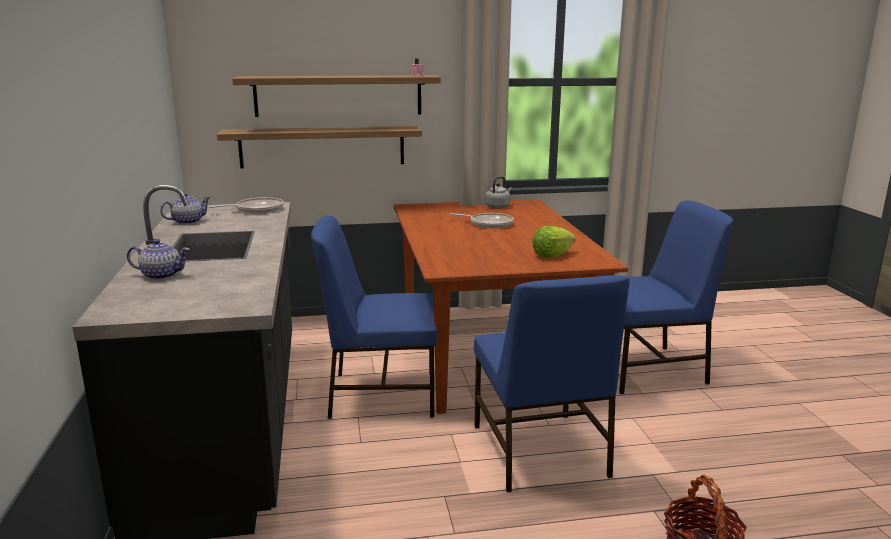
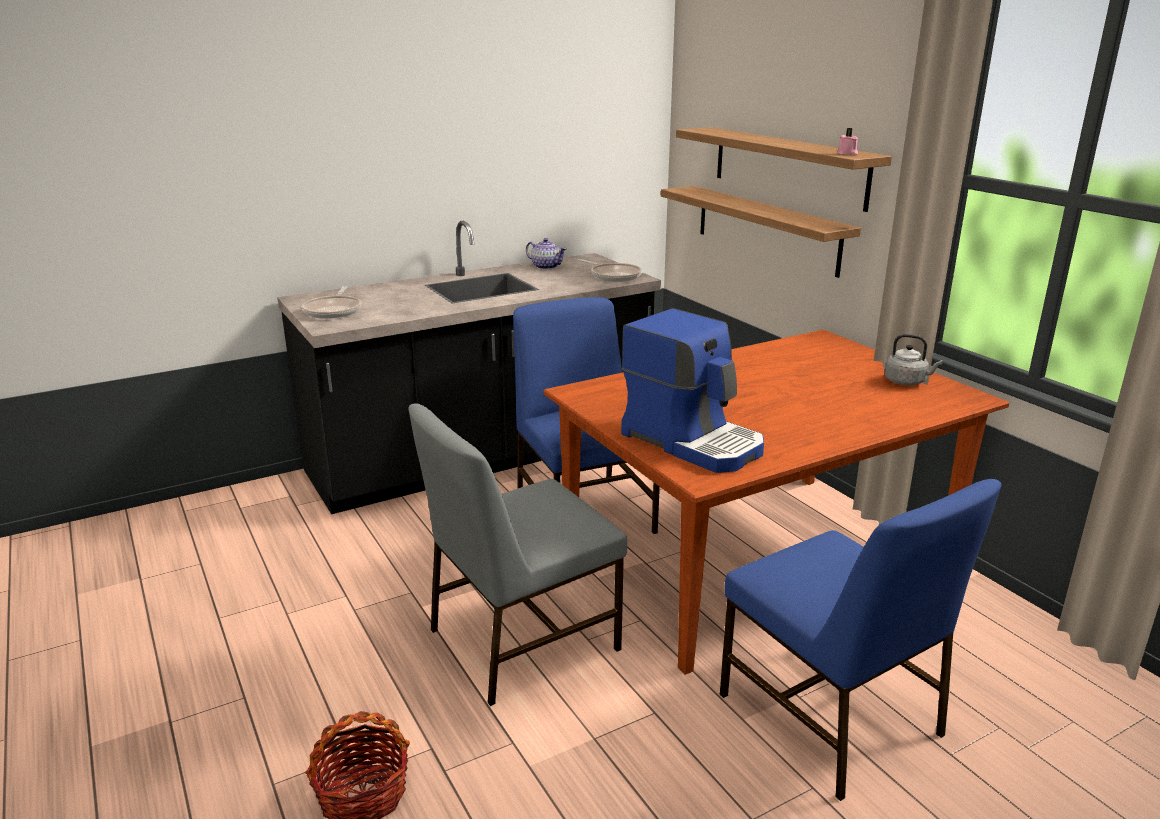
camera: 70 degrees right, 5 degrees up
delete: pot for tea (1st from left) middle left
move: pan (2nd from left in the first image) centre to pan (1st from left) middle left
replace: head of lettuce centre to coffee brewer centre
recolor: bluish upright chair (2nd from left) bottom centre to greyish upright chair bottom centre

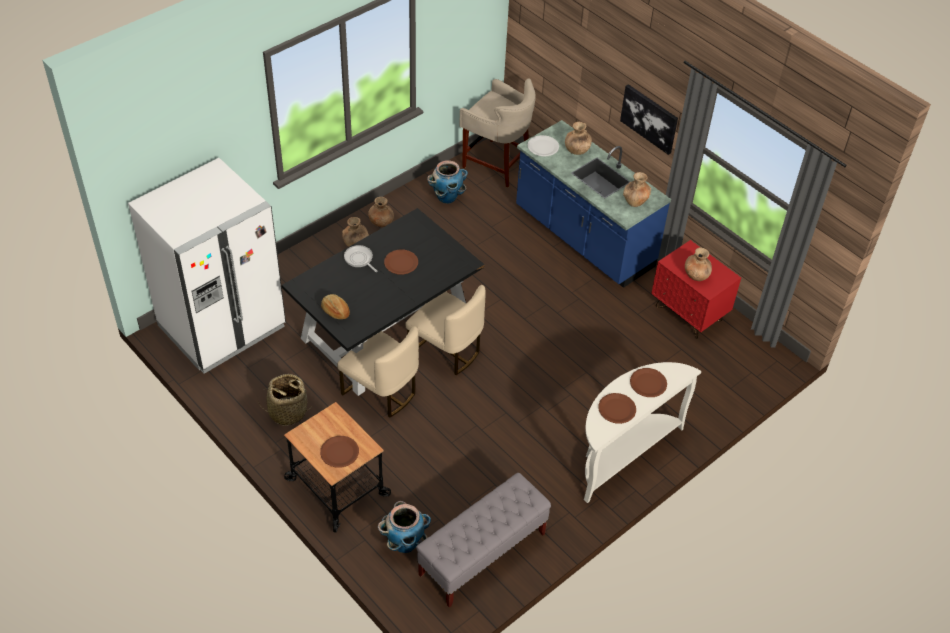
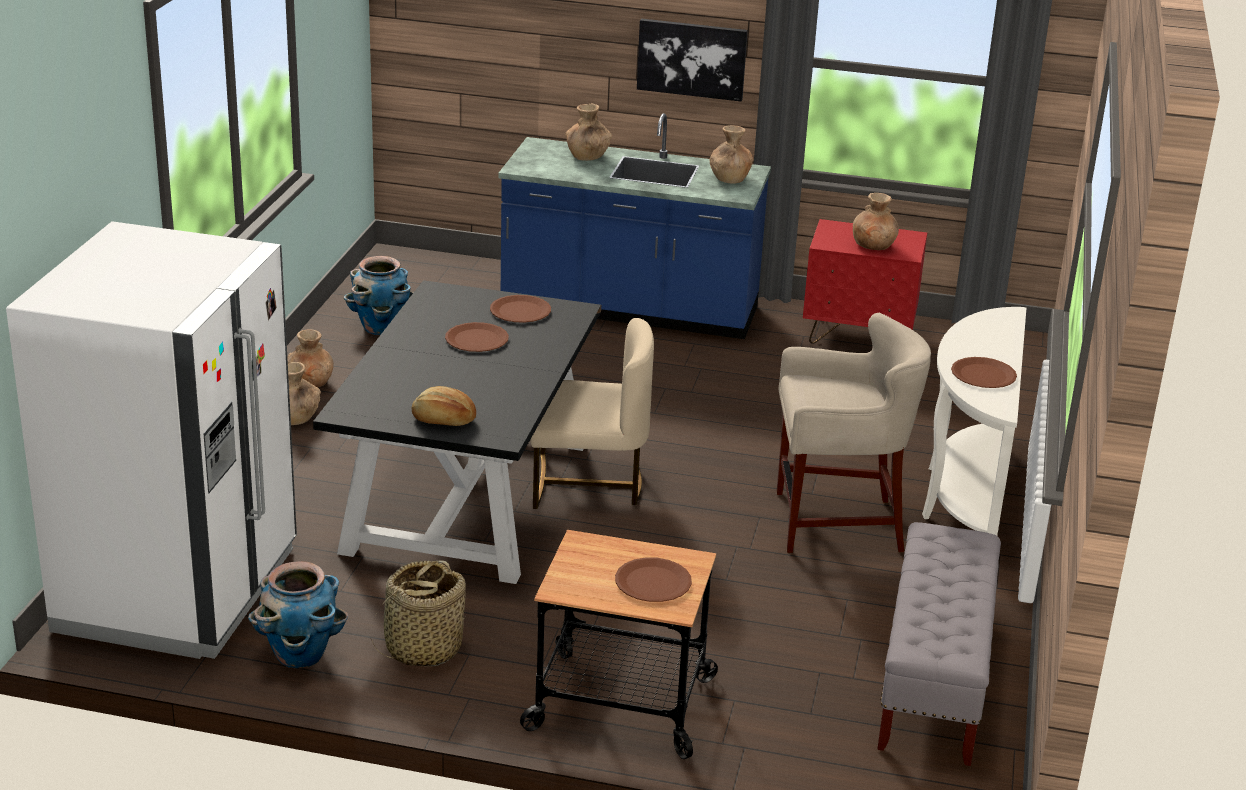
camera: 35 degrees left, 20 degrees down
delete: beige upright chair (1st from left) centre; pan centre; white-coloured dinner plate top centre
move: plant pot (1st from left) bottom centre to bottom left; beige stool seat top centre to middle right; brown dinner plate (4th from left in the first image) middle right to brown dinner plate (2nd from left) centre

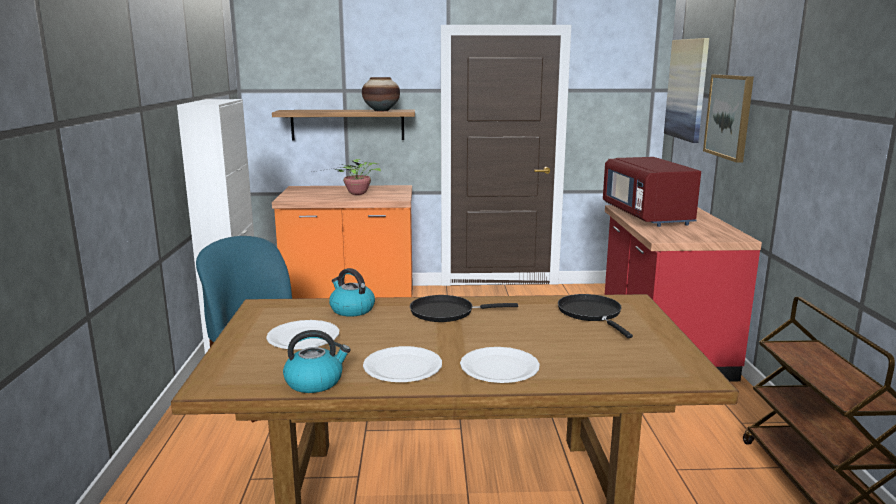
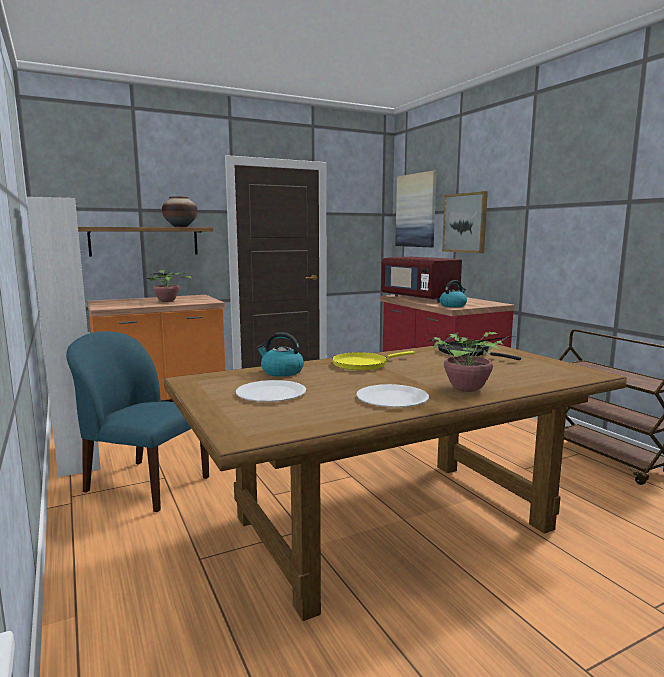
camera: 25 degrees left, 5 degrees down
move: water kettle (1st from left in the first image) bottom centre to water kettle (2nd from left) middle right
replace: white-coloured dinner plate (3rd from left) bottom centre to plant in a pot (2nd from left) middle right
recolor: black-coloured pan (1st from left) centre to yellow pan centre

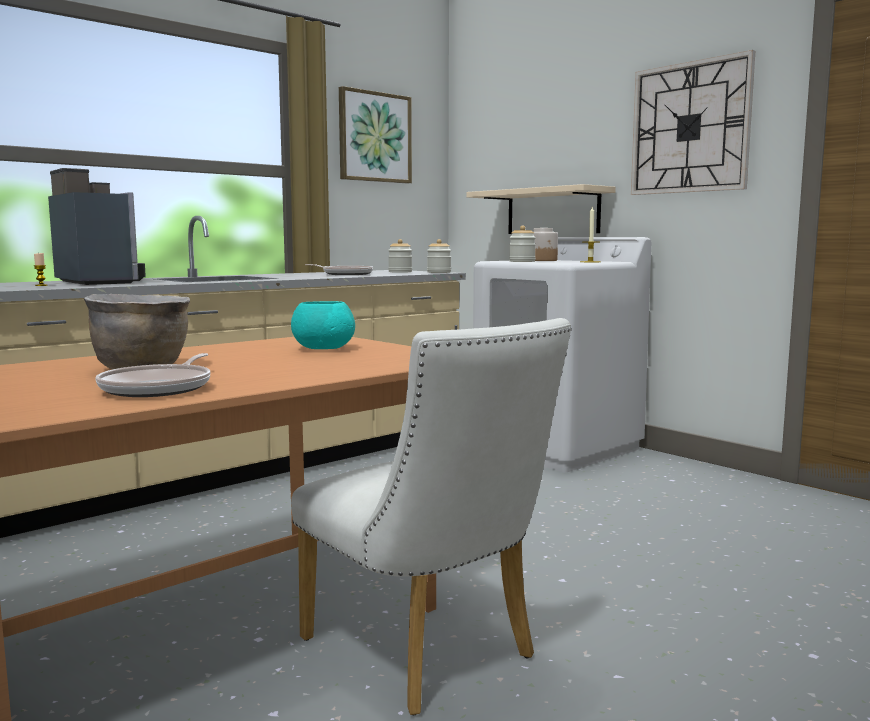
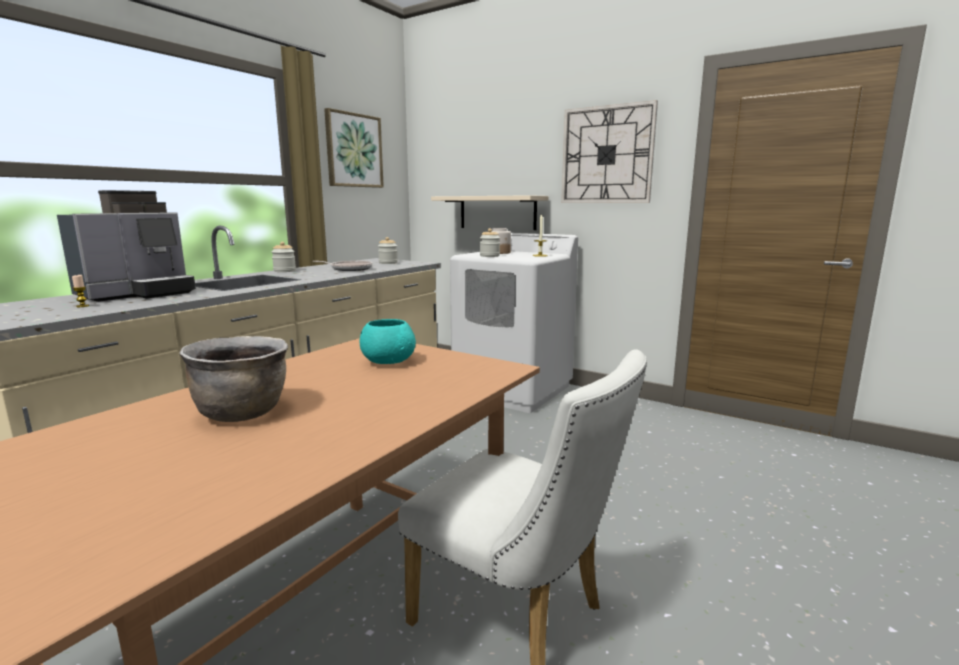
camera: 15 degrees left, 5 degrees up
delete: pan (1st from left) middle left
move: preserve jar (2nd from left in the first image) centre to preserve jar (1st from left) middle left
rotate: coffee brewer top left = middle left 90 degrees clockwise

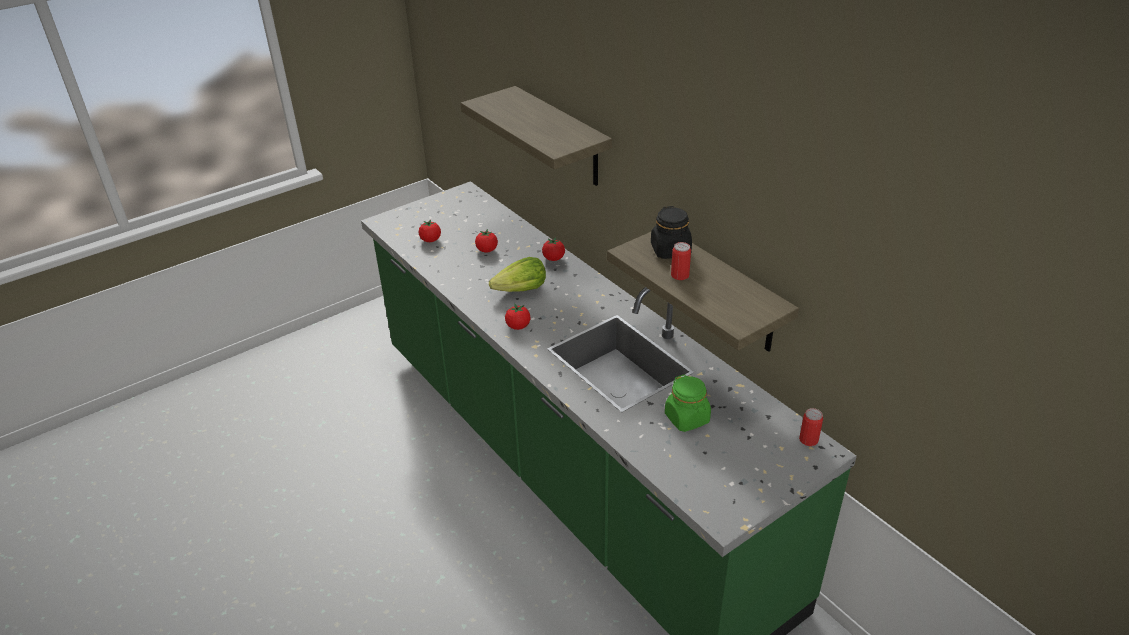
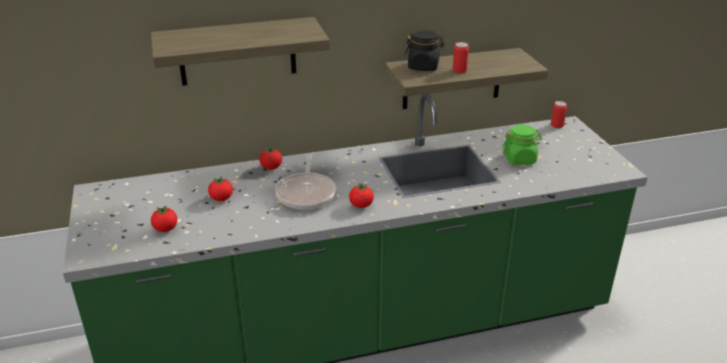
camera: 70 degrees left, 5 degrees down
replace: head of lettuce centre to pan centre

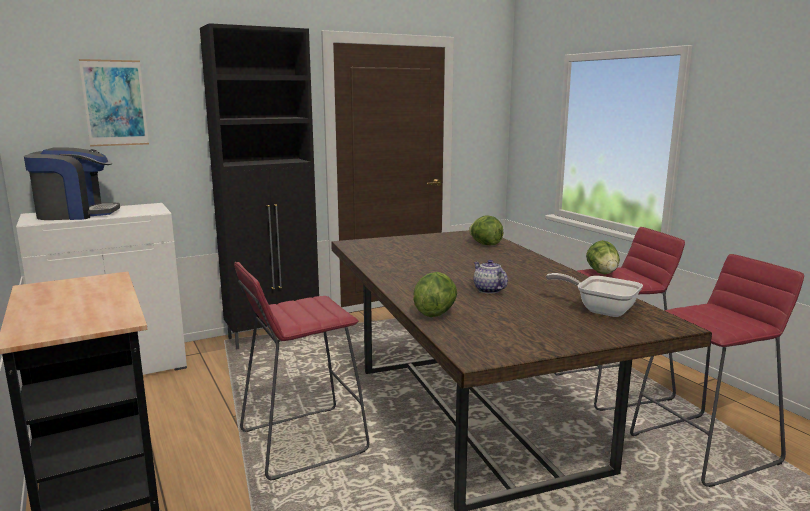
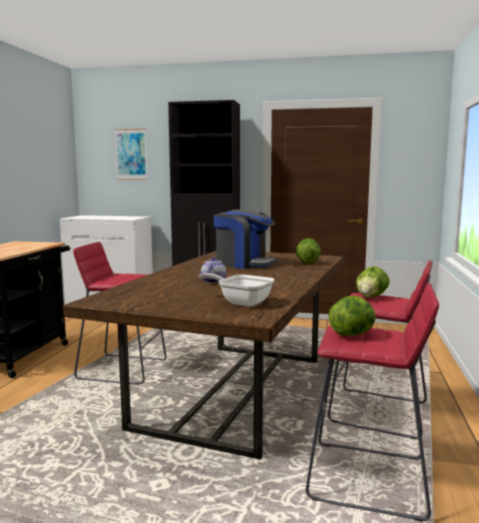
camera: 40 degrees right, 5 degrees down
move: coffee brewer middle left to centre; head of lettuce (1st from left in the first image) centre to head of lettuce (2nd from left) middle right
rotate: pan middle right = centre 45 degrees counterclockwise

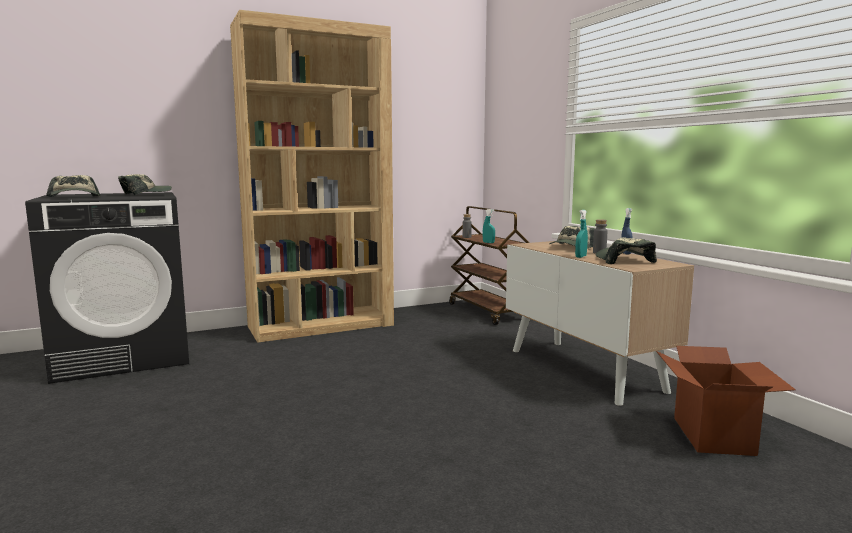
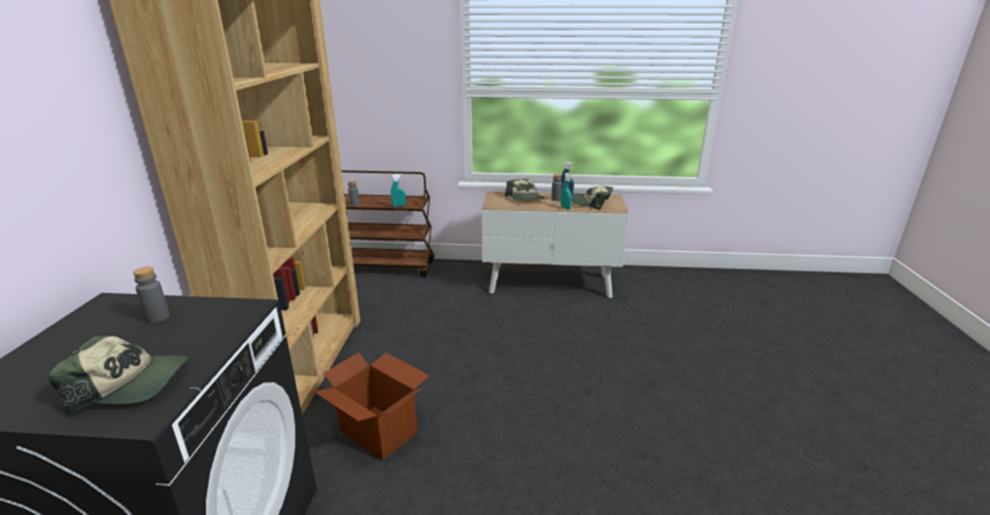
camera: 60 degrees left, 15 degrees up
move: carton bottom right to bottom centre
replace: peaked cap (2nd from left) middle left to greyish beverage bottle (1st from left) middle left

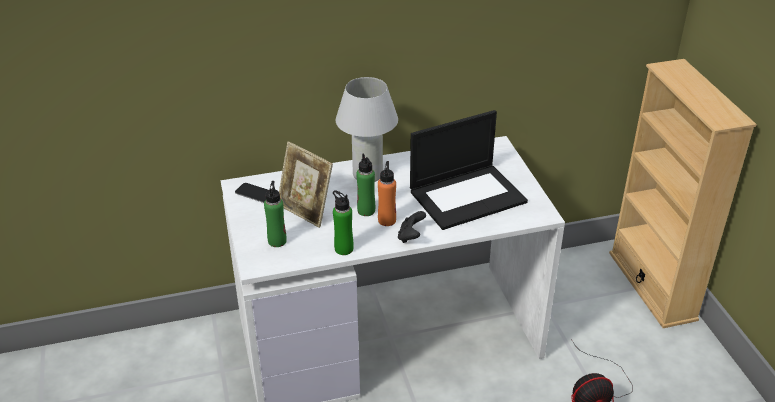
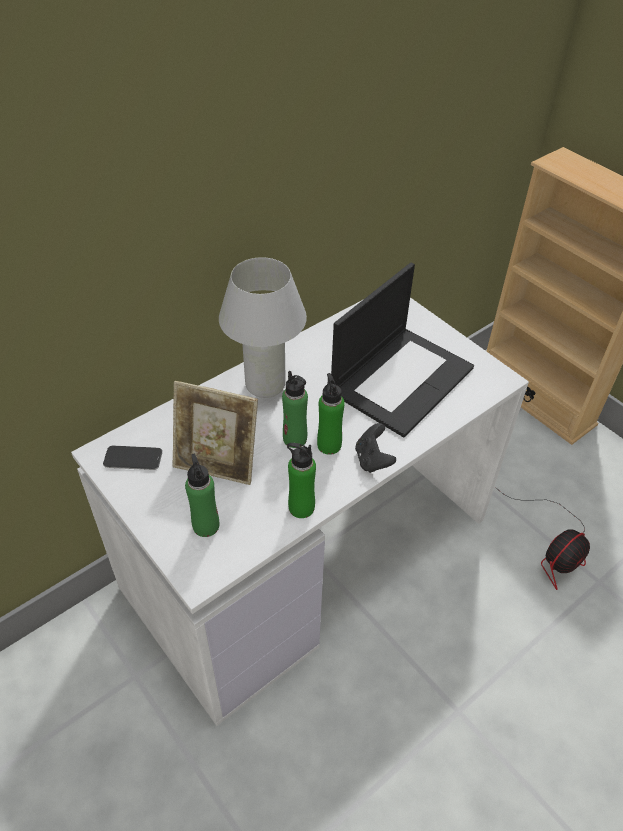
camera: 25 degrees left, 10 degrees up
recolor: orange-coloured beverage bottle centre to greenish beverage bottle (4th from left) centre

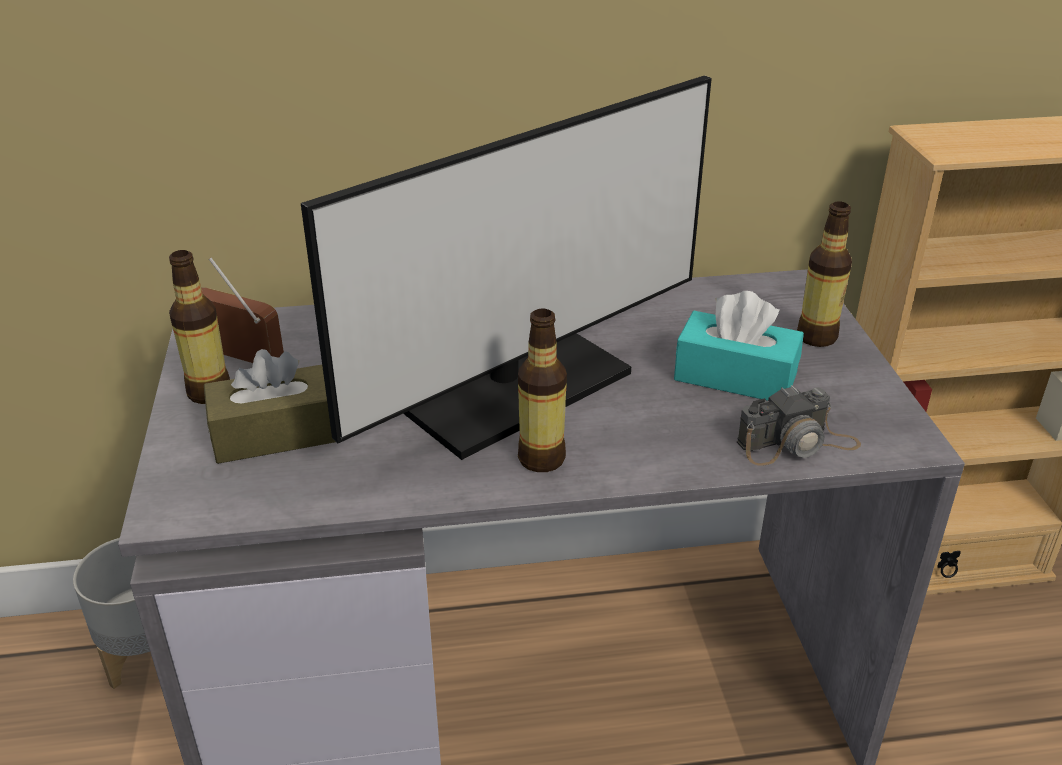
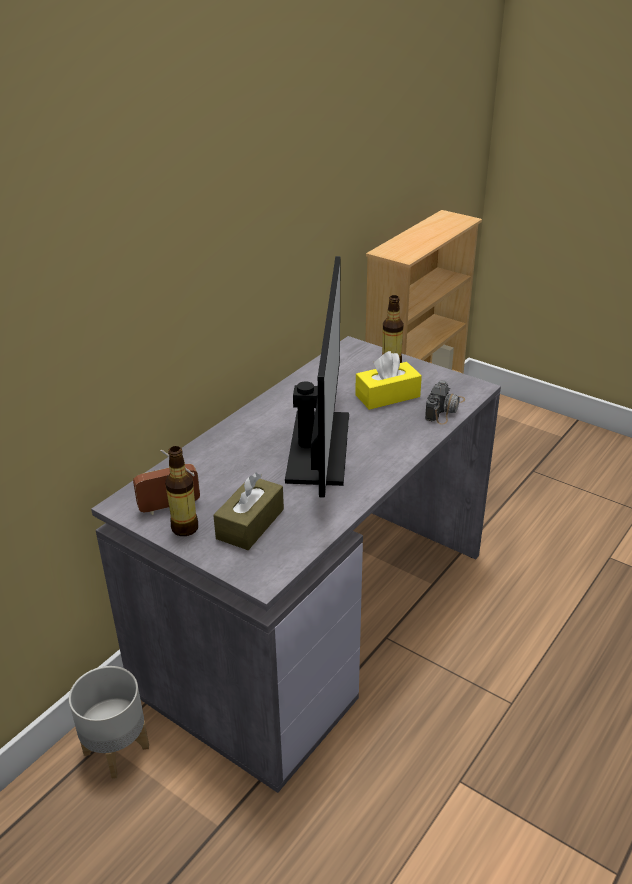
camera: 45 degrees left, 0 degrees up
delete: beverage bottle (2nd from left) centre
recolor: turquoise-coloured box of tissues middle right to yellow box of tissues centre

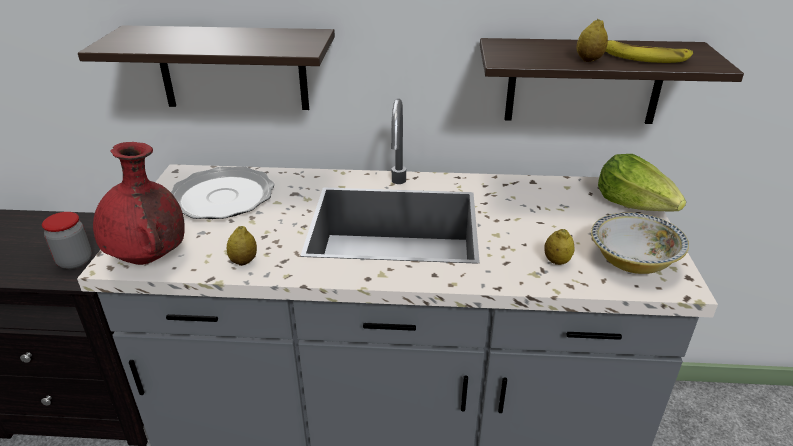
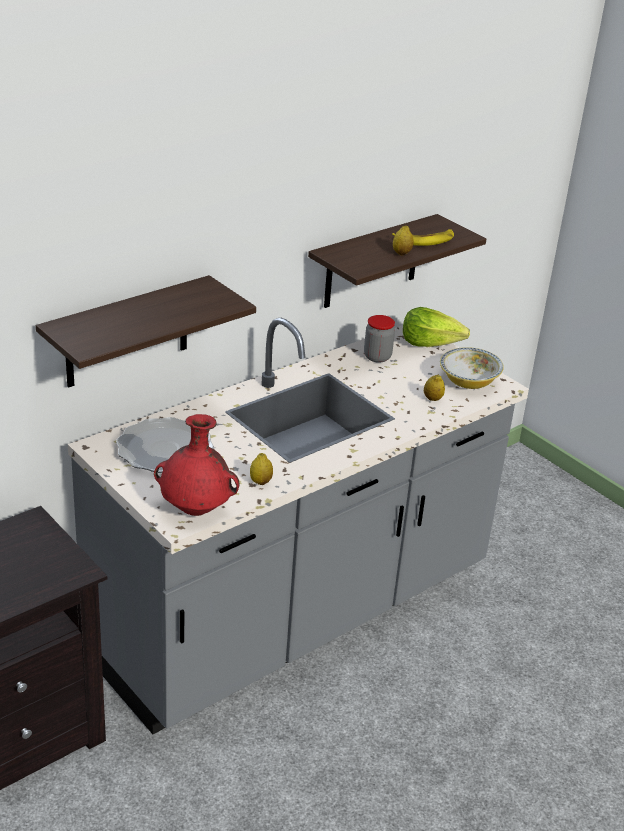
camera: 45 degrees left, 0 degrees up
move: preserve jar middle left to centre

